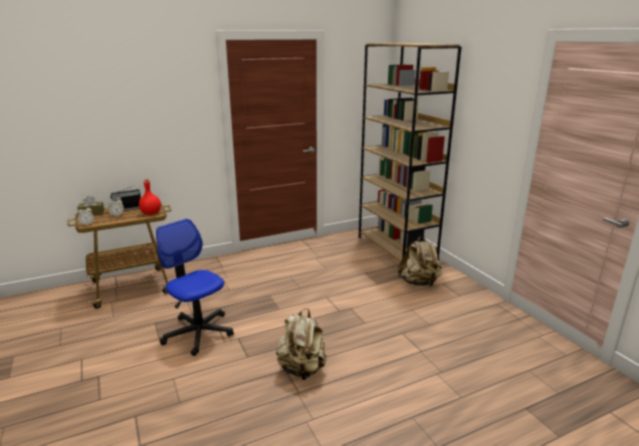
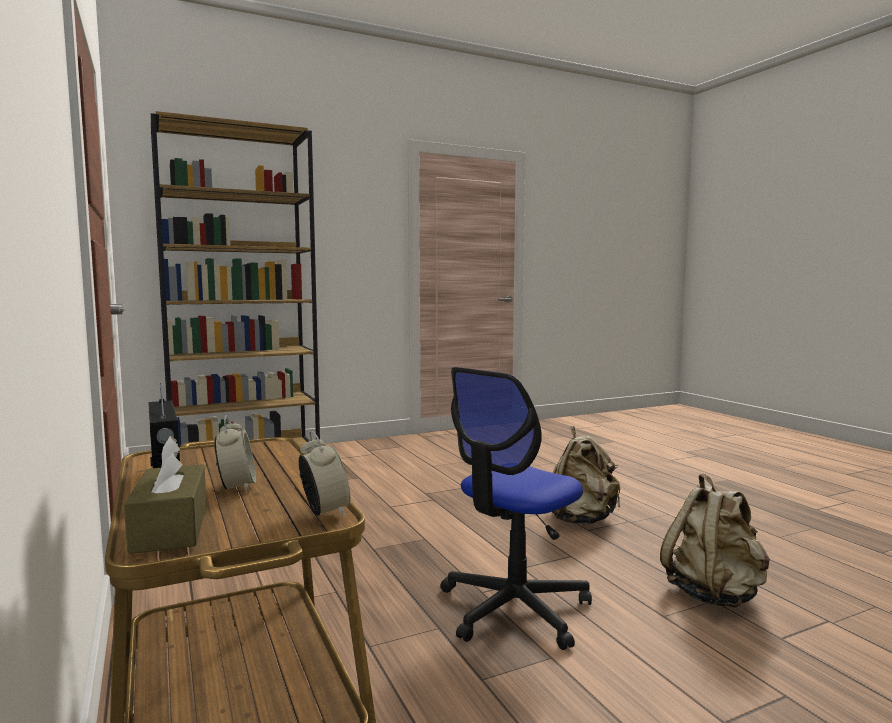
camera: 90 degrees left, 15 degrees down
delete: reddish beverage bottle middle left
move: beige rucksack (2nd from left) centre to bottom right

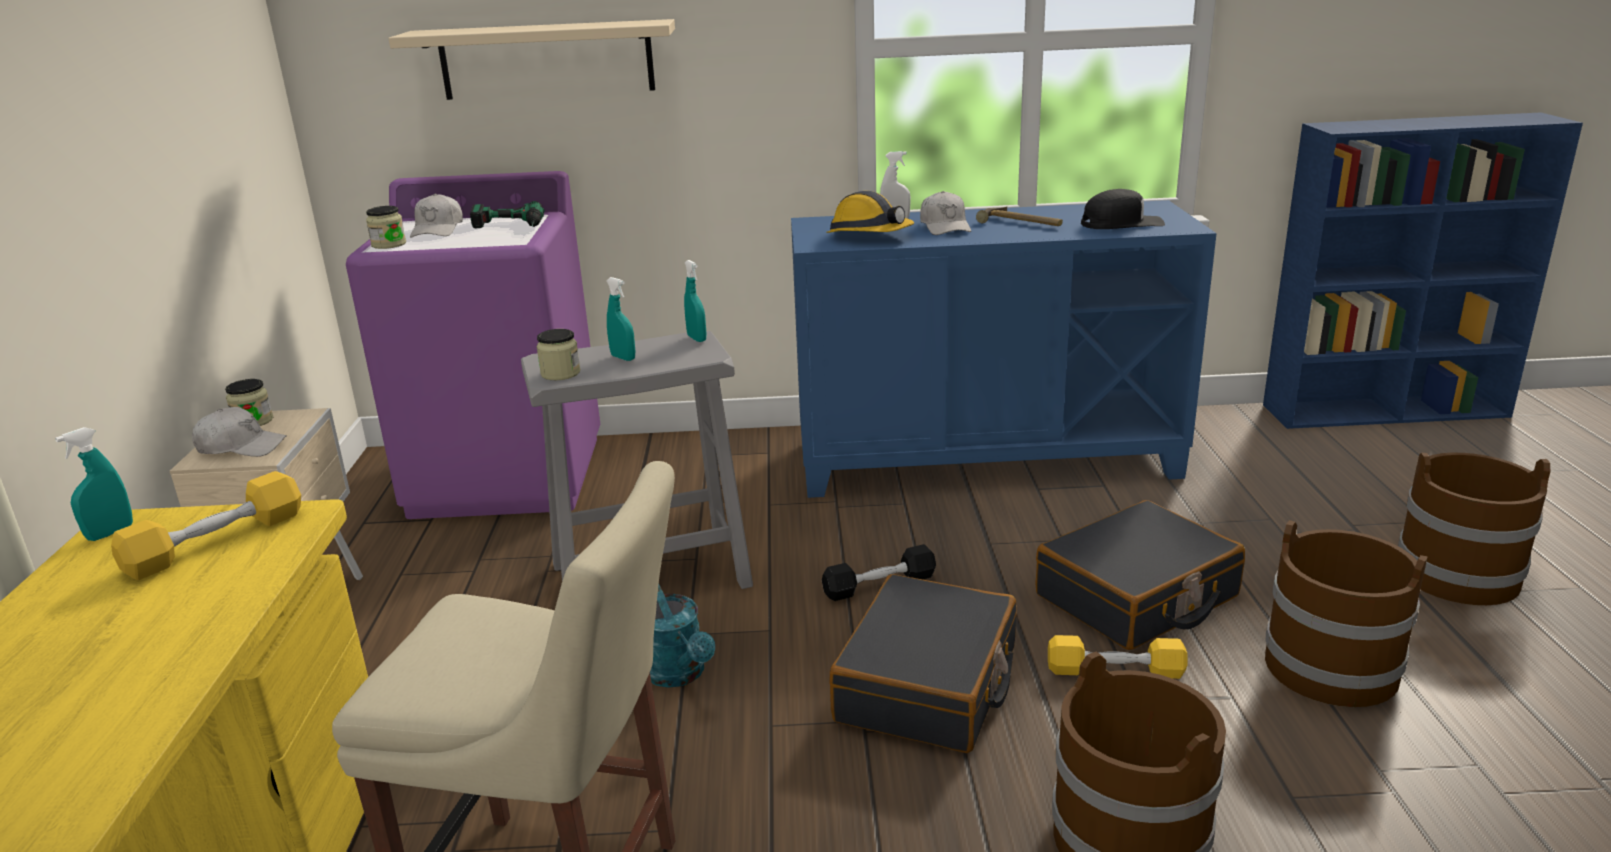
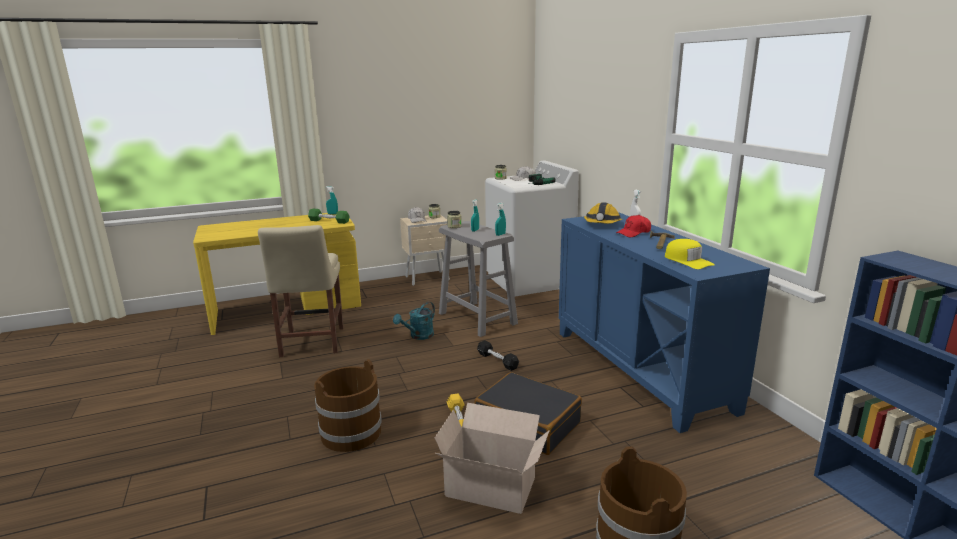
camera: 70 degrees right, 5 degrees down
delete: beige bracket shelf top left; black-coloured travel case (1st from left) bottom centre
replace: brown pail (2nd from left) bottom right to carton bottom centre
recolor: yellow dumbbell (1st from left) middle left to greenish dumbbell centre; purple laundry appliance middle left to white-coloured laundry appliance centre; white-coloured peaked cap (3rd from left) top centre to reddish peaked cap centre; black-coloured peaked cap top right to yellow peaked cap middle right

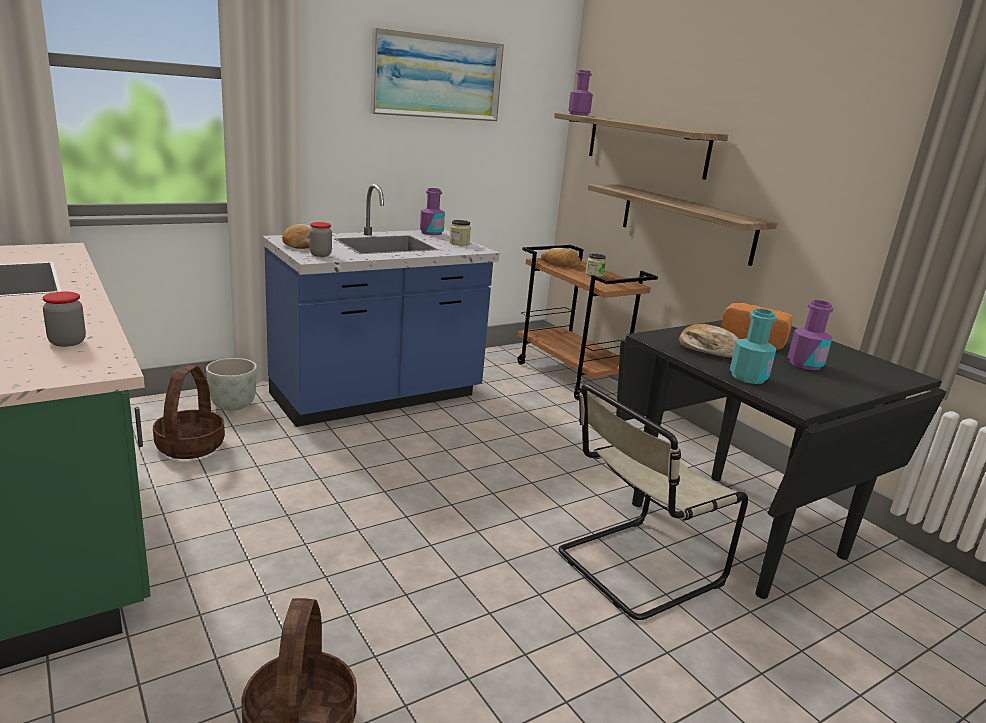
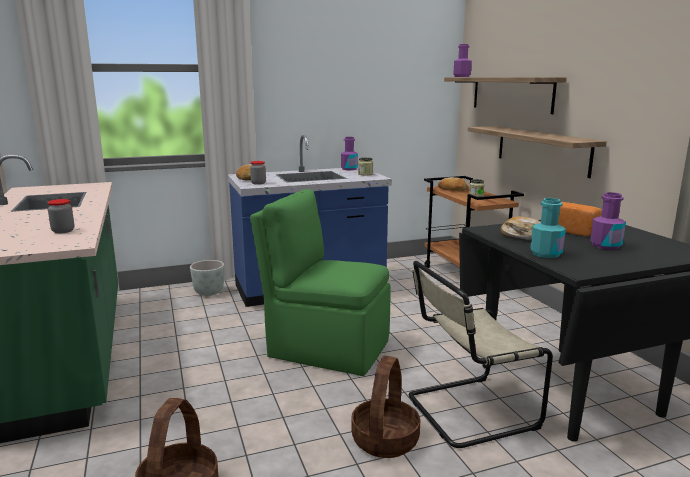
camera: 15 degrees right, 5 degrees down
delete: wall picture top centre
insert: greenish upright chair centre
move: household basket (1st from left in the first image) middle left to household basket (2nd from left) bottom centre

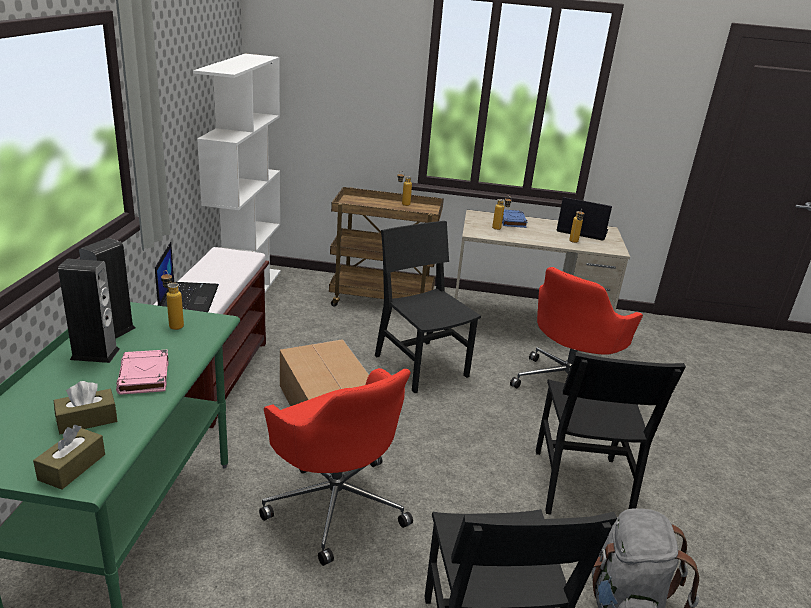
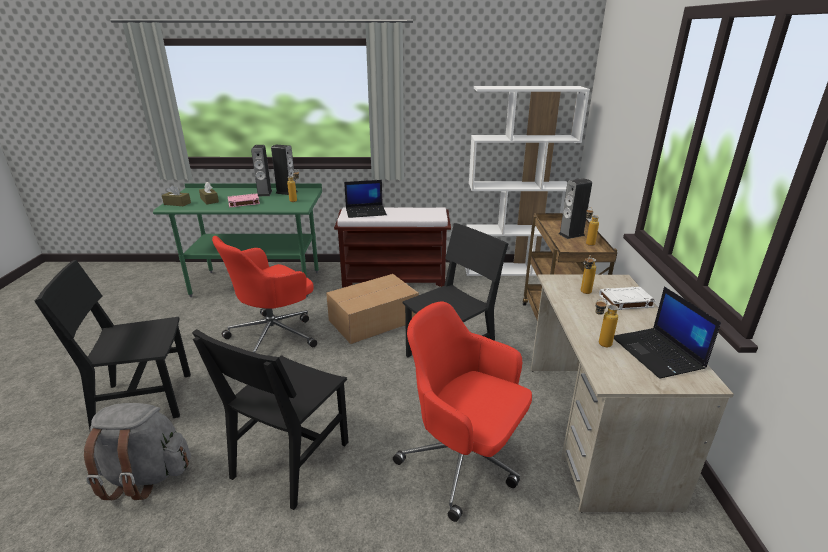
camera: 85 degrees right, 0 degrees up
insert: speaker (3rd from left) middle right
recolor: bluish volume centre to white-coloured volume middle right
rotate: black-coloured upright chair (3rd from left in the first image) bottom right = bottom left 60 degrees counterclockwise; portable computer (2nd from left) middle right = middle right 150 degrees clockwise

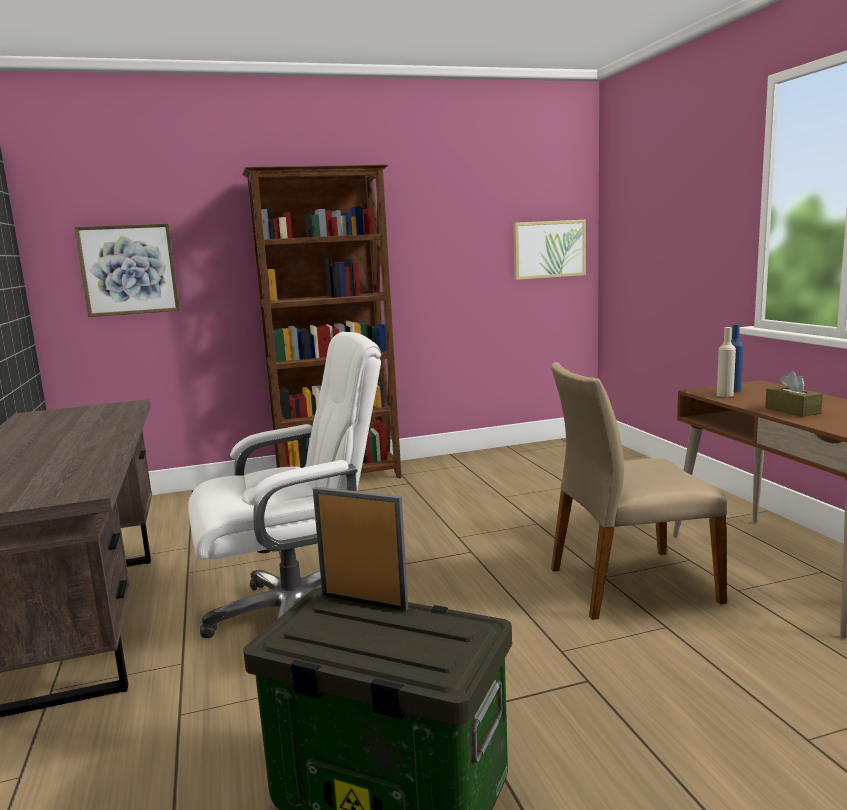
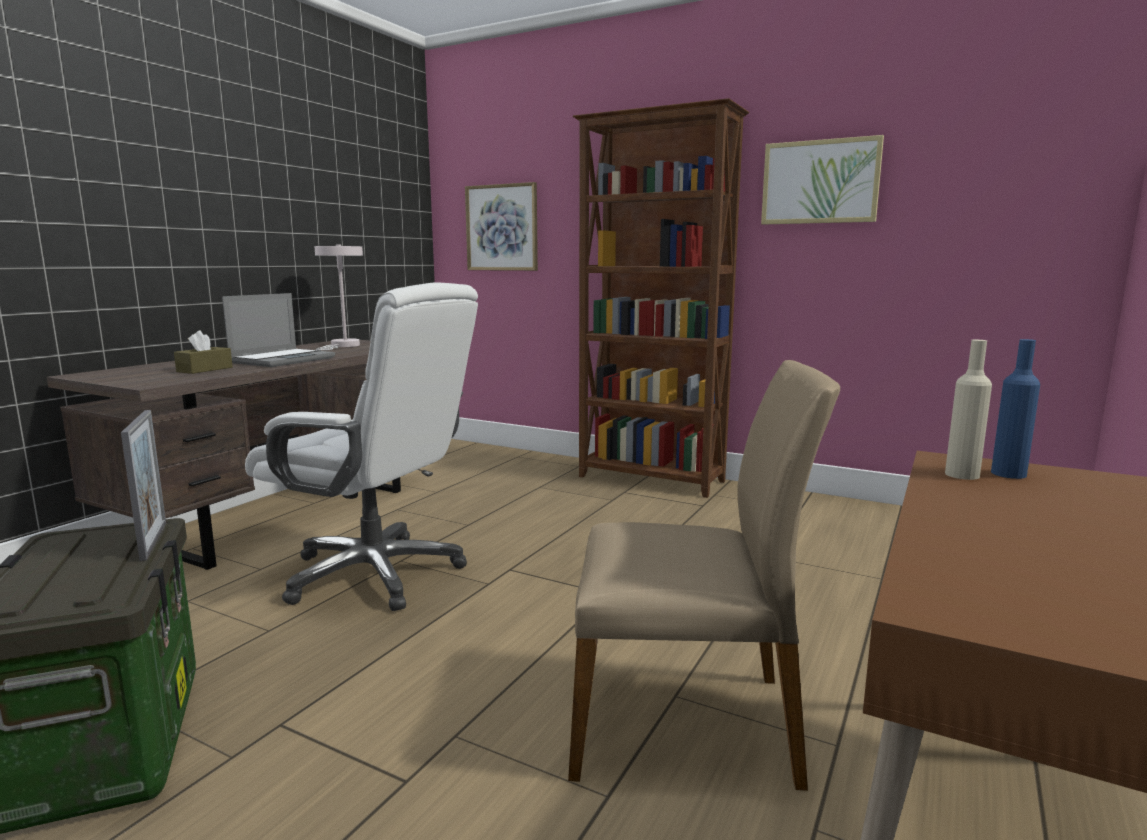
camera: 45 degrees right, 0 degrees up
insert: portable computer middle left; white-coloured tabletop lamp middle left
move: wall picture (2nd from left) top centre to top right; brown box of tissues middle right to middle left
rotate: beige upright chair middle right = bottom centre 150 degrees clockwise

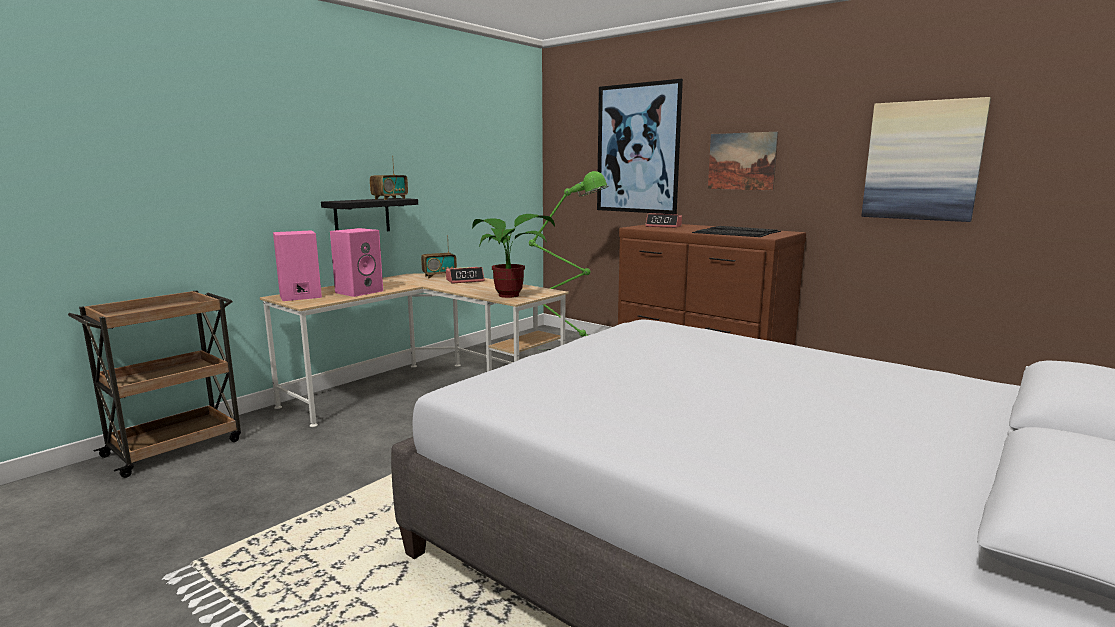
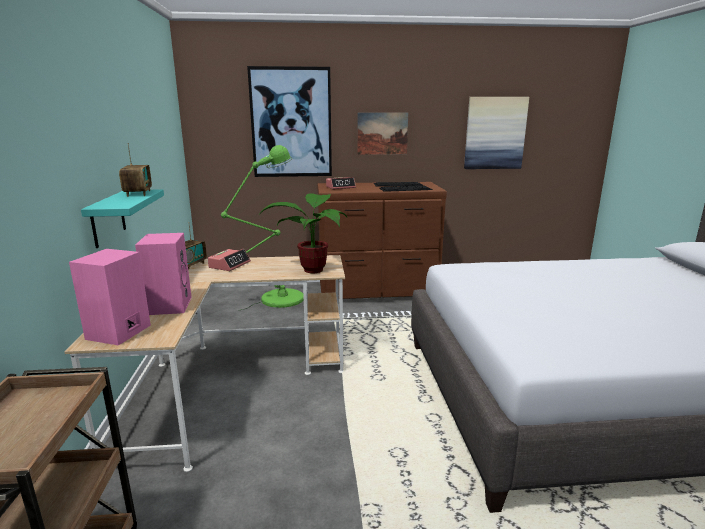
camera: 45 degrees left, 5 degrees up
recolor: black-coloured bracket shelf middle left to turquoise-coloured bracket shelf middle left

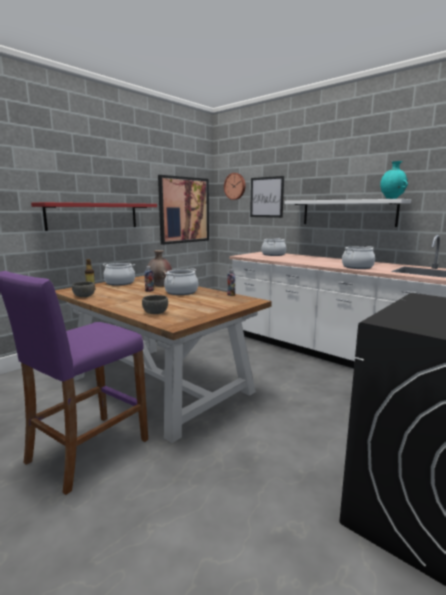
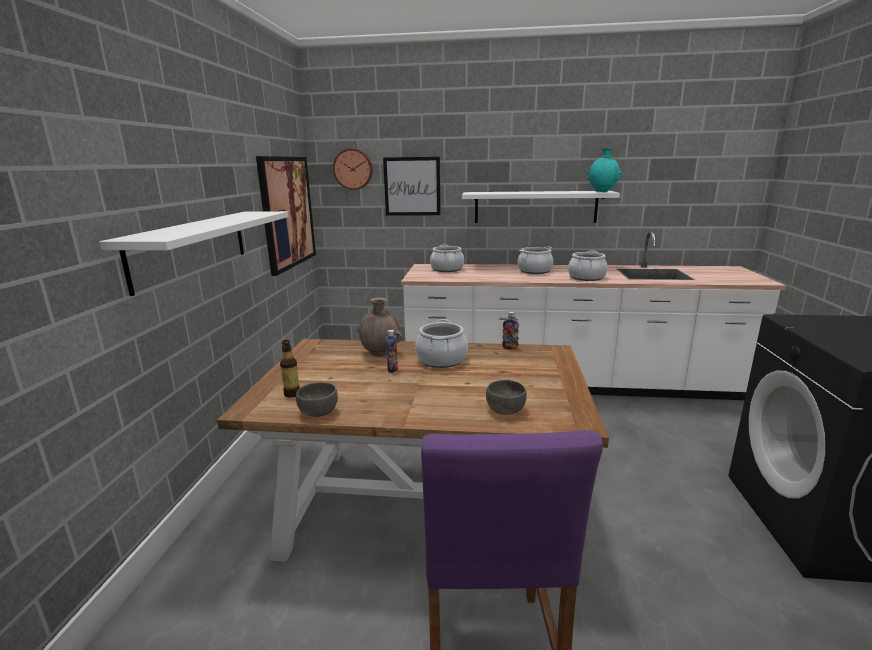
camera: 35 degrees left, 5 degrees up
move: saucepot (1st from left in the first image) middle left to saucepot (3rd from left) centre
recolor: reddish bracket shelf middle left to white-coloured bracket shelf (1st from left) middle left

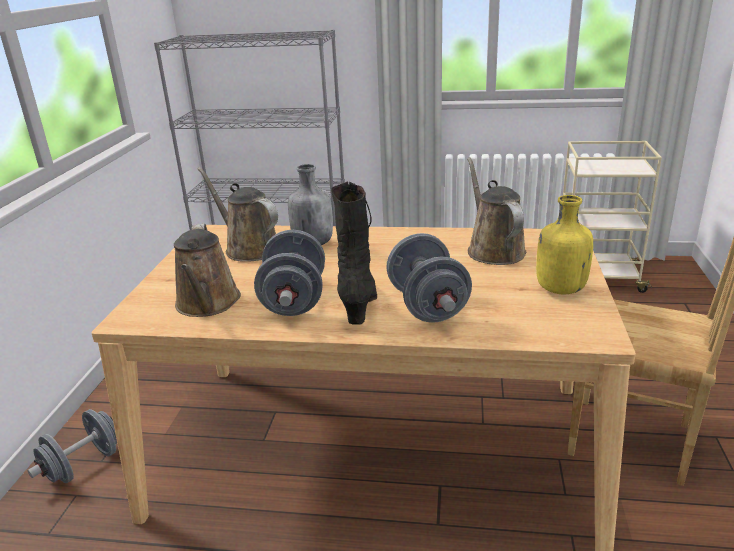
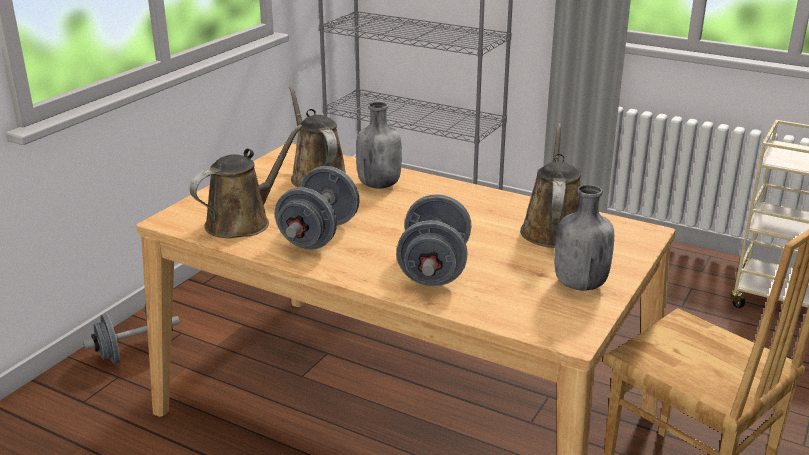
camera: 20 degrees right, 0 degrees up
delete: black-coloured tall boot centre
recolor: yellow beverage bottle middle right to greyish beverage bottle (2nd from left) middle right
rotate: brown watering pot (1st from left) middle left = middle left 150 degrees counterclockwise

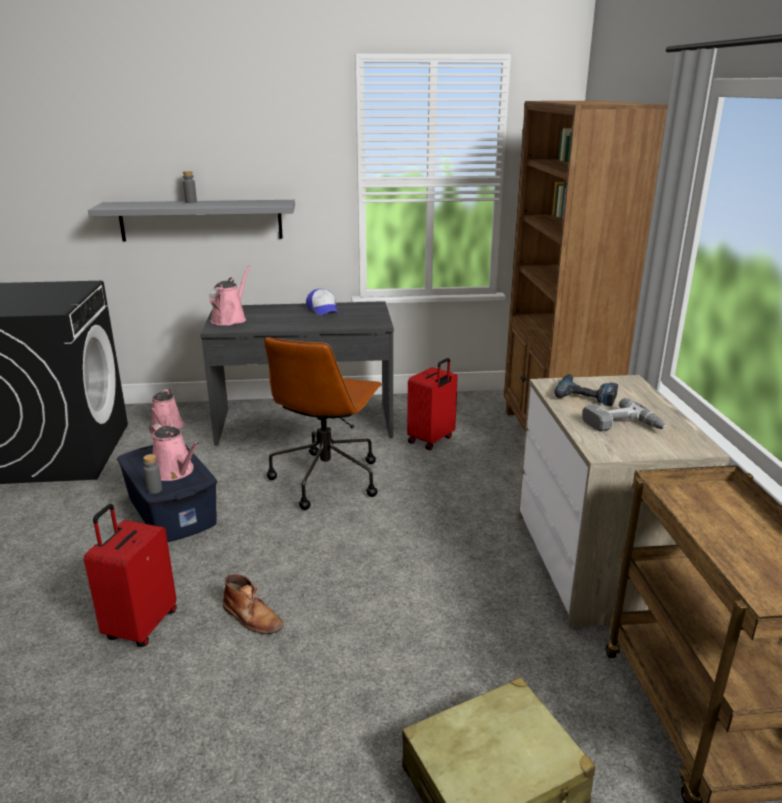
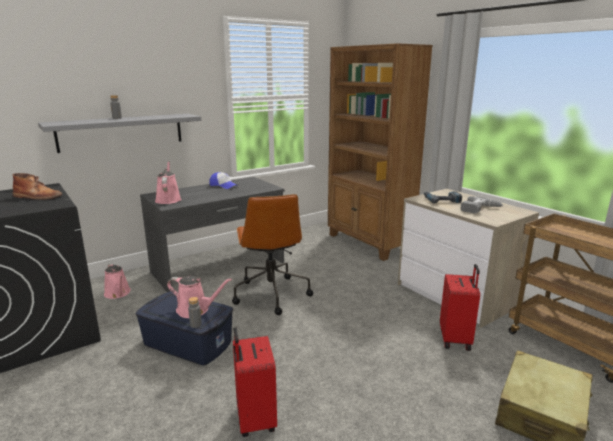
camera: 30 degrees left, 5 degrees down
move: brown tall boot bottom left to middle left; reddish travel case (2nd from left) centre to bottom right

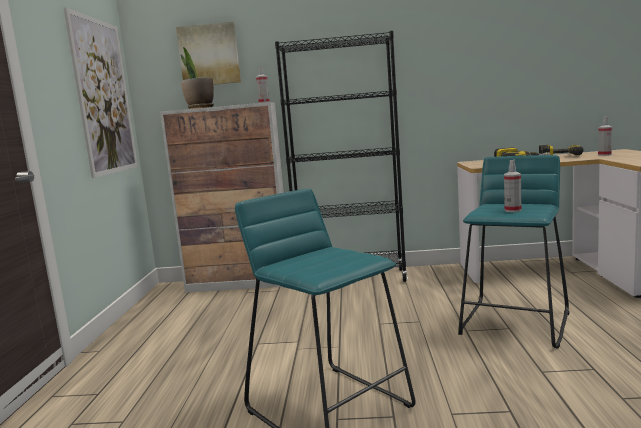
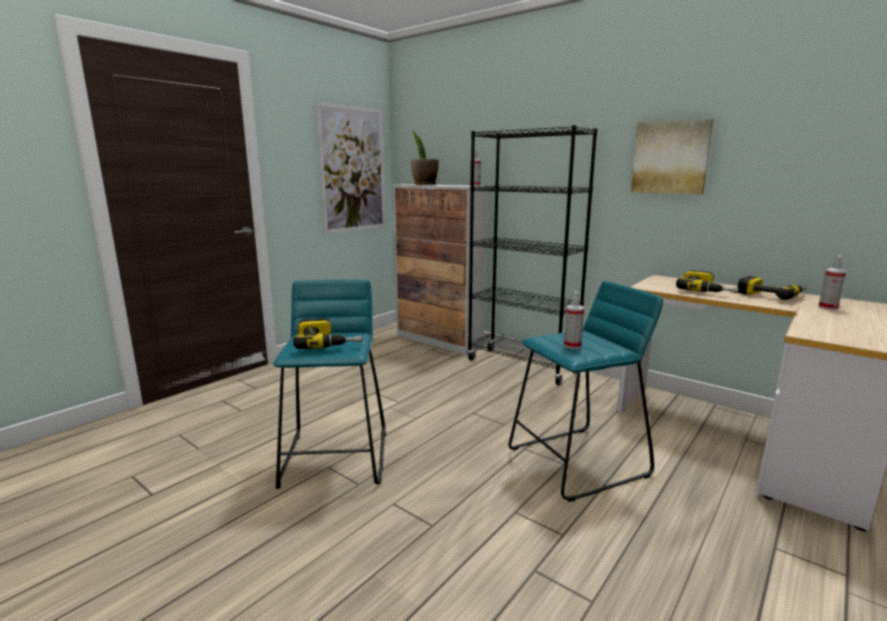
camera: 35 degrees right, 5 degrees up
insert: drill (1st from left) centre
move: wall picture (2nd from left) top left to top right

